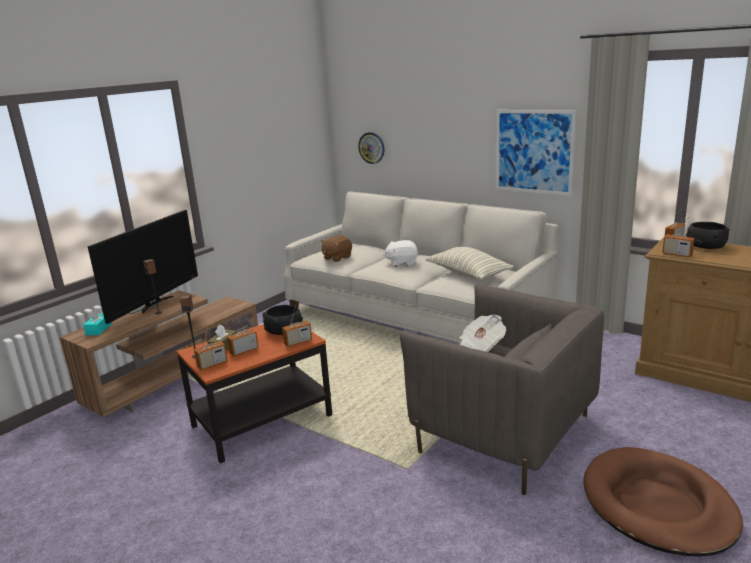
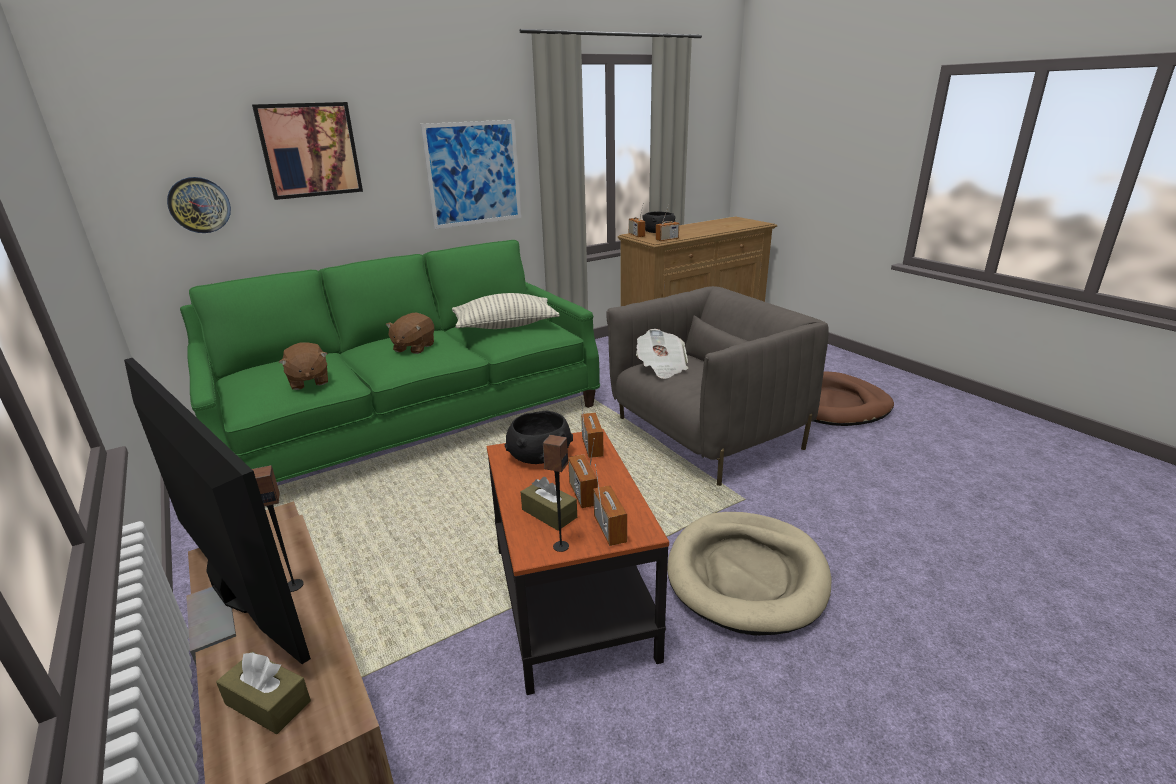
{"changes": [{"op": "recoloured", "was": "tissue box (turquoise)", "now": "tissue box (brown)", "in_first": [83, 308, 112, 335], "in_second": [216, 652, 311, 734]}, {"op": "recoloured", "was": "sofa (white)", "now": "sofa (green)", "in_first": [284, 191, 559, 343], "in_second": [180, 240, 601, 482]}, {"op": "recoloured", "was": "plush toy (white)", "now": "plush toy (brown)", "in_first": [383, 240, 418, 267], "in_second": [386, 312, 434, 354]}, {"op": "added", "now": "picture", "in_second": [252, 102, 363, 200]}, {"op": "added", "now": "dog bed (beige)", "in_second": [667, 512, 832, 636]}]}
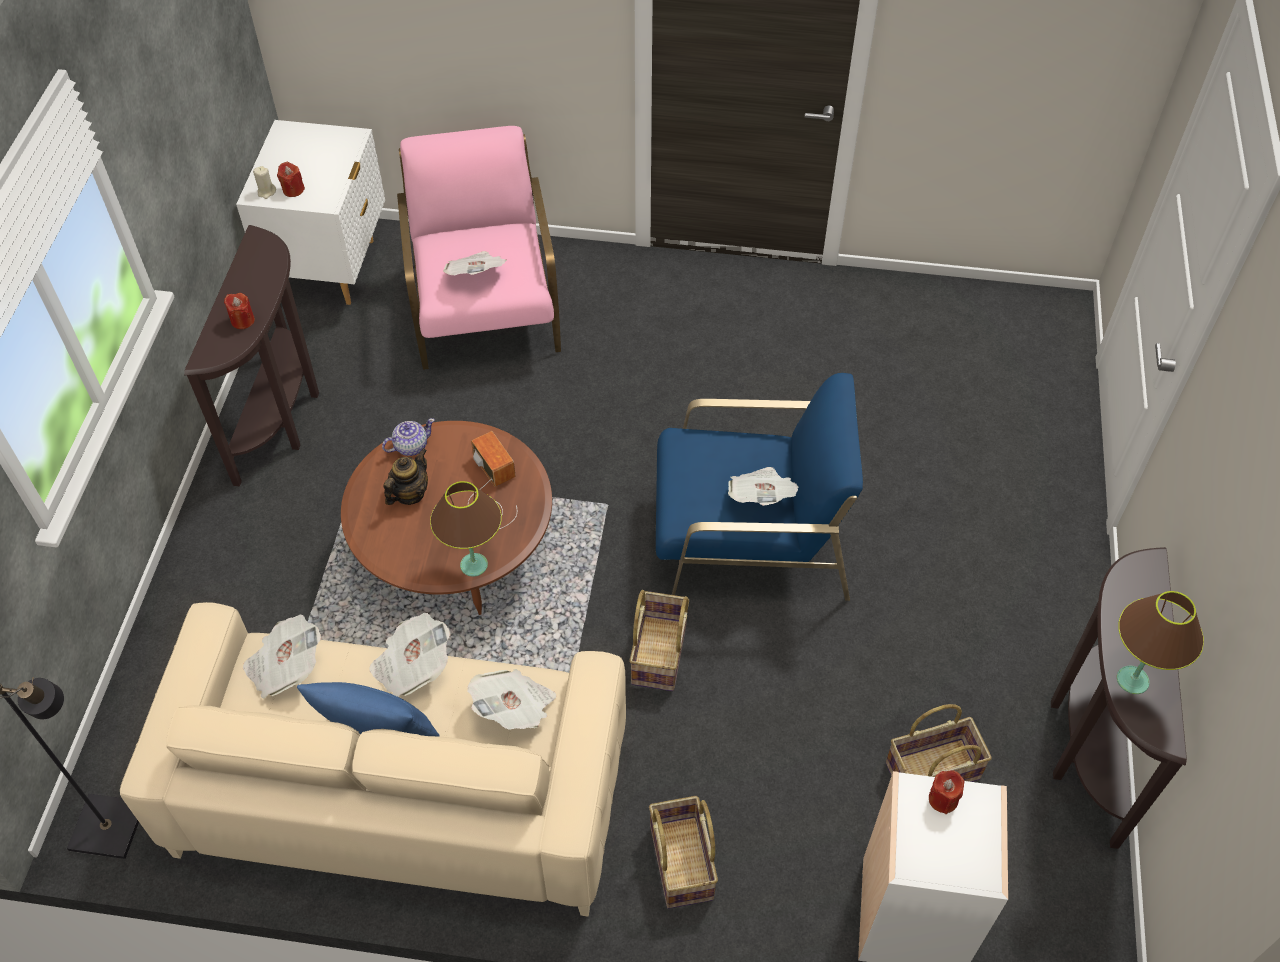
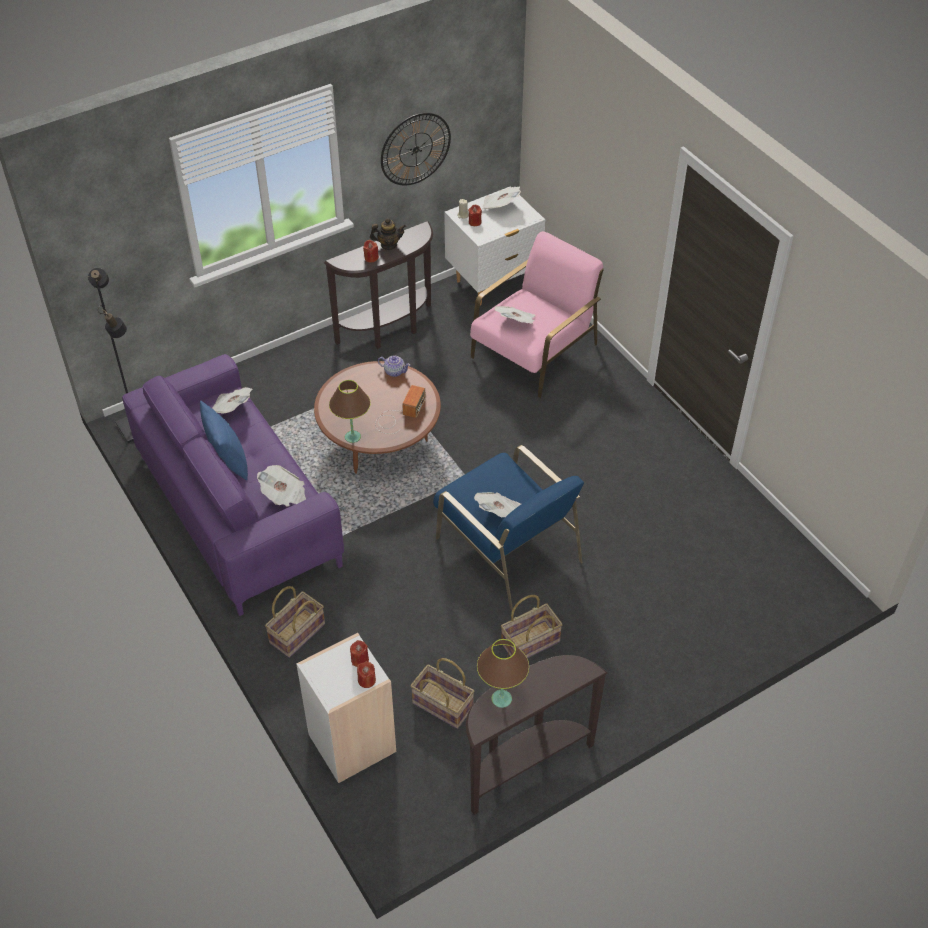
{"changes": [{"op": "recoloured", "was": "sofa (beige)", "now": "sofa (purple)", "in_first": [120, 602, 626, 917], "in_second": [122, 354, 344, 616]}, {"op": "moved", "was": "newspaper", "in_first": [370, 613, 451, 697], "in_second": [482, 187, 521, 209]}, {"op": "moved", "was": "teapot", "in_first": [383, 449, 428, 505], "in_second": [370, 218, 406, 250]}, {"op": "moved", "was": "basket", "in_first": [629, 590, 689, 691], "in_second": [501, 595, 563, 658]}, {"op": "added", "now": "candle (red)", "in_second": [357, 661, 376, 688]}, {"op": "added", "now": "wall clock", "in_second": [381, 113, 451, 185]}]}
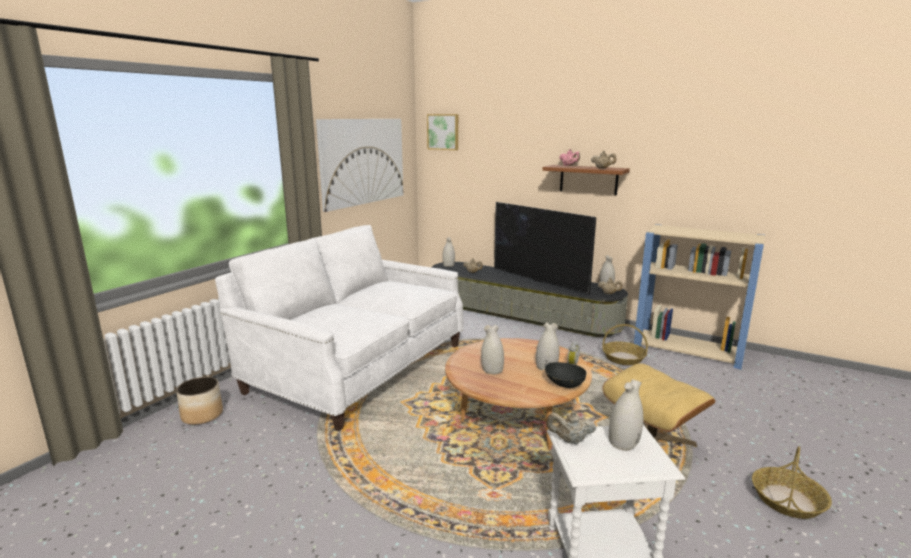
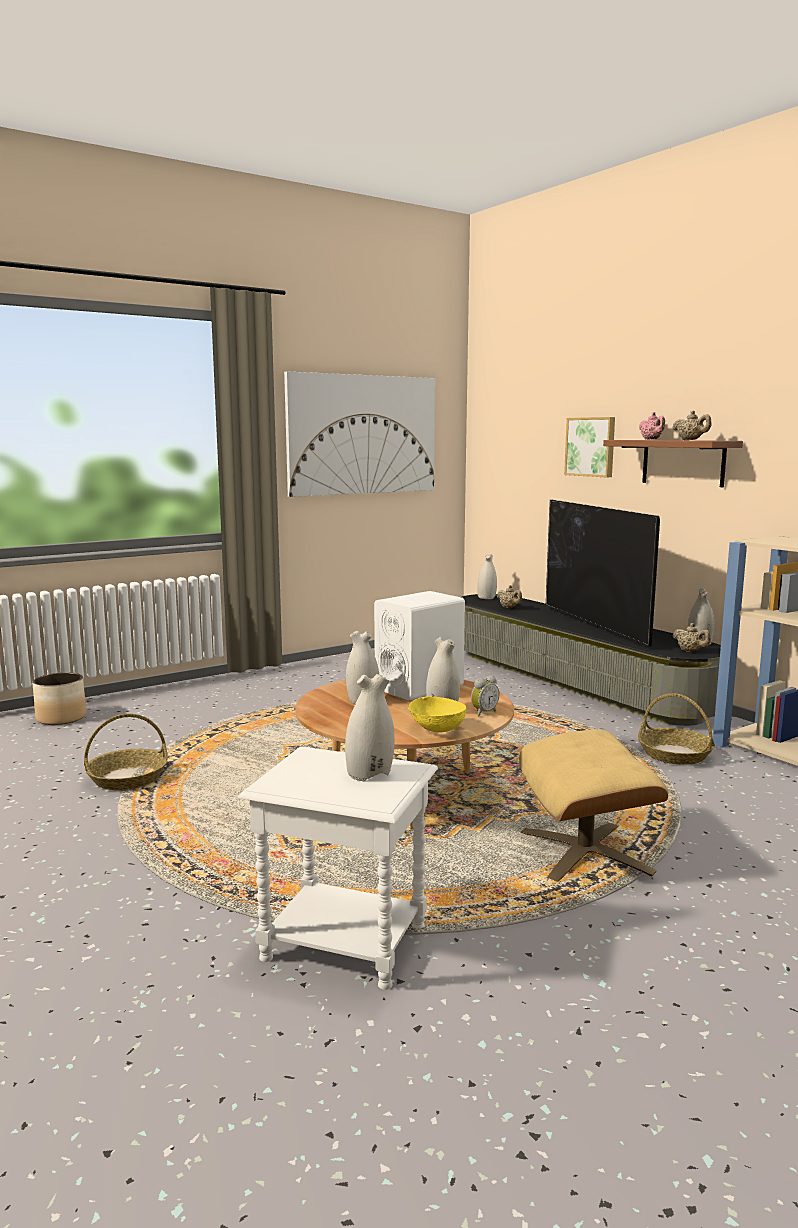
{"changes": [{"op": "removed", "was": "sofa (white)", "in_first": [215, 225, 464, 431]}, {"op": "moved", "was": "picture", "in_first": [427, 114, 458, 150], "in_second": [564, 417, 615, 477]}, {"op": "recoloured", "was": "bowl (black)", "now": "bowl (yellow)", "in_first": [545, 362, 586, 388], "in_second": [408, 697, 466, 732]}, {"op": "removed", "was": "teapot (beige)", "in_first": [546, 411, 596, 444]}, {"op": "moved", "was": "basket", "in_first": [752, 446, 832, 519], "in_second": [84, 714, 168, 790]}, {"op": "added", "now": "speaker (white)", "in_second": [374, 591, 465, 701]}]}
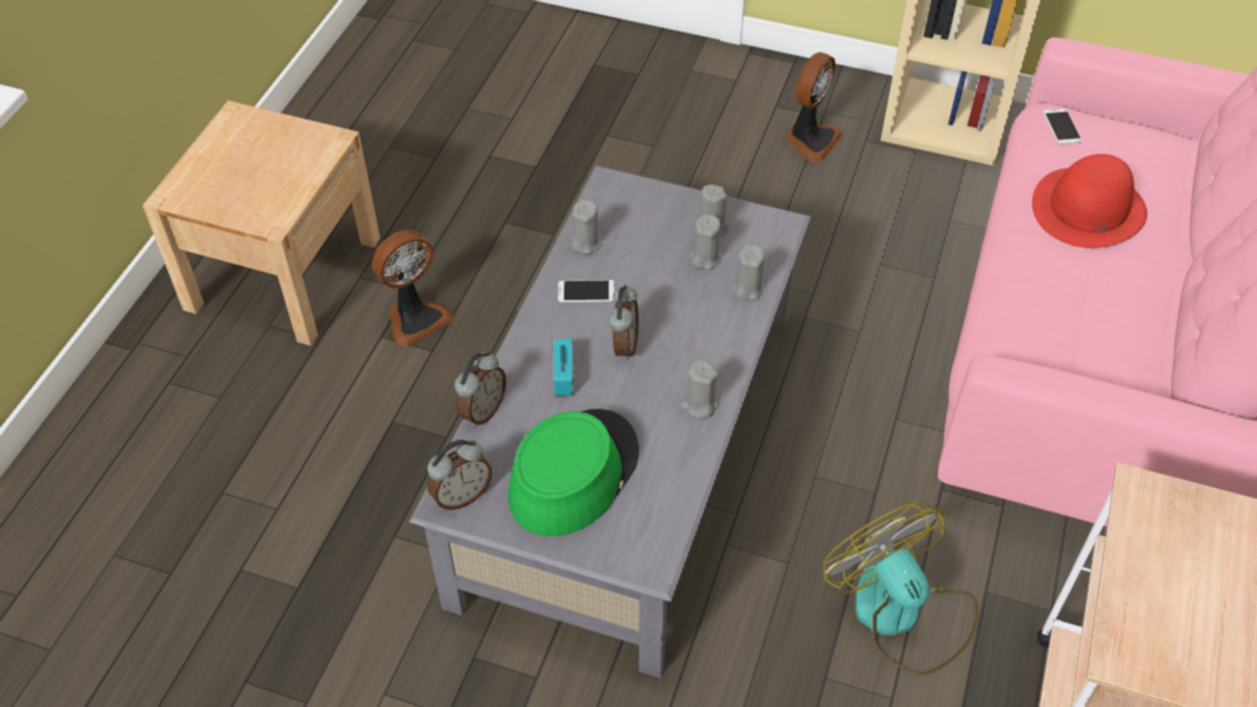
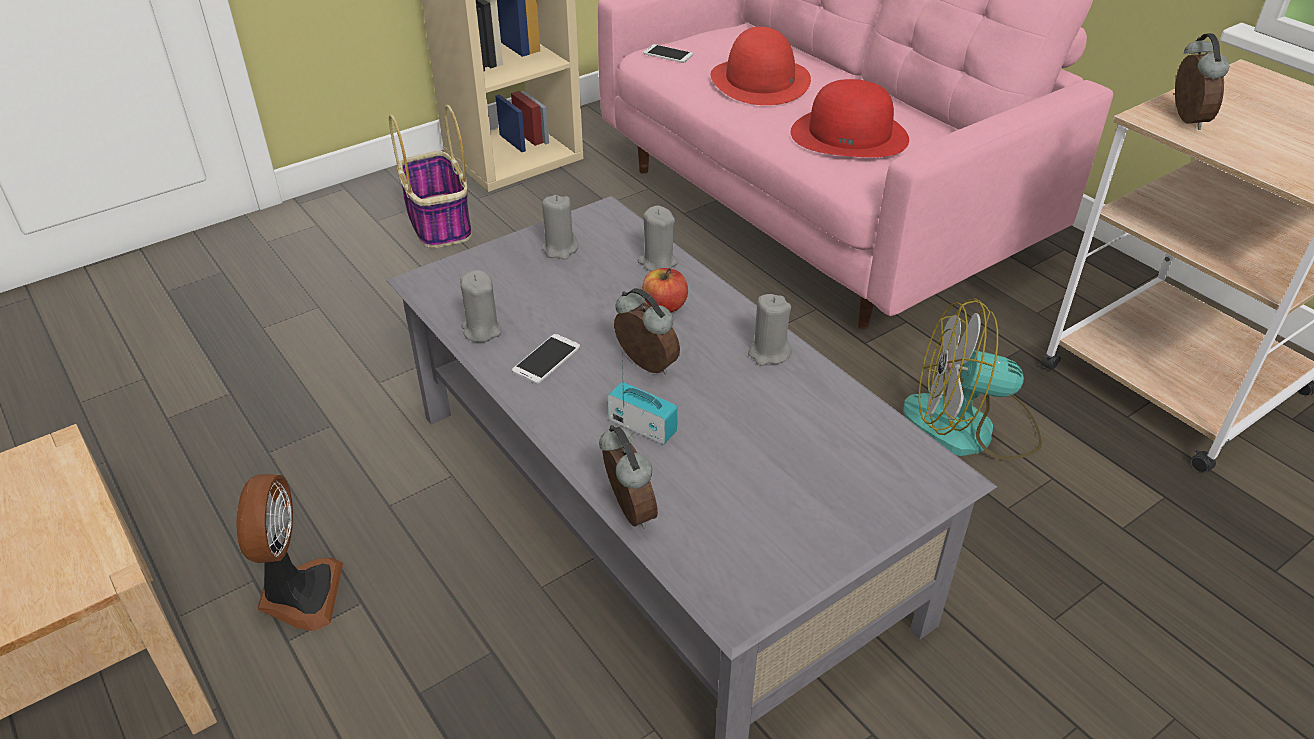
{"changes": [{"op": "moved", "was": "alarm clock", "in_first": [427, 440, 492, 510], "in_second": [1175, 33, 1229, 130]}, {"op": "removed", "was": "hat (green)", "in_first": [508, 409, 639, 536]}, {"op": "removed", "was": "candle (grey)", "in_first": [690, 215, 722, 270]}, {"op": "replaced", "was": "fan", "now": "basket", "in_first": [785, 52, 843, 162], "in_second": [389, 105, 472, 248]}, {"op": "added", "now": "apple", "in_second": [642, 268, 688, 312]}, {"op": "added", "now": "hat (red)", "in_second": [791, 79, 909, 157]}]}
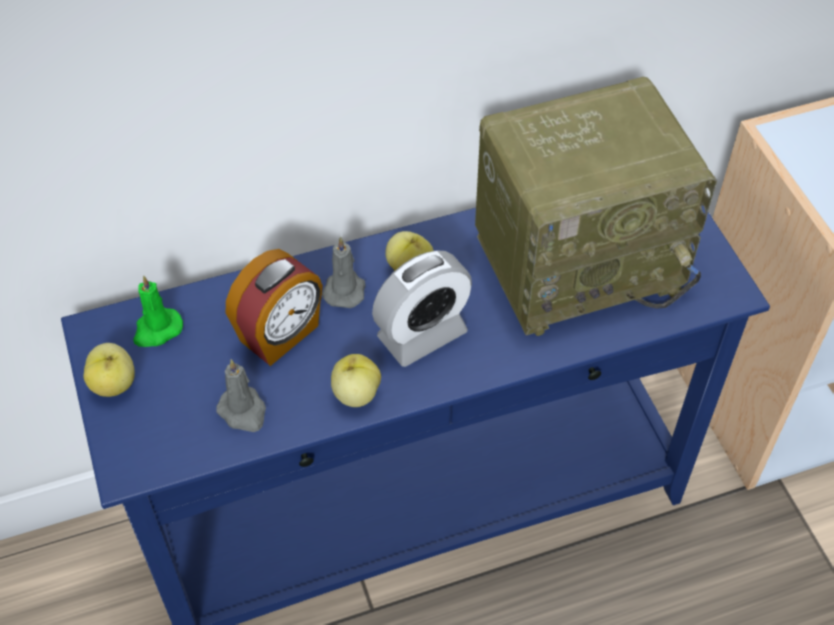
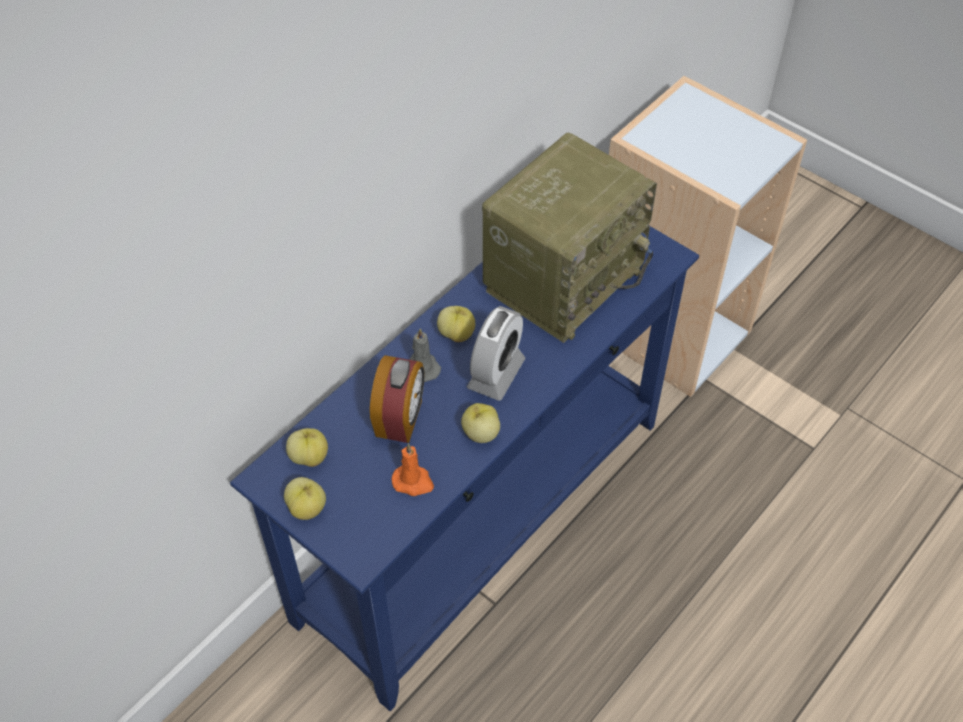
{"changes": [{"op": "replaced", "was": "candle (green)", "now": "apple", "in_first": [133, 275, 183, 347], "in_second": [286, 428, 328, 467]}, {"op": "recoloured", "was": "candle (grey)", "now": "candle (orange)", "in_first": [216, 359, 266, 432], "in_second": [392, 443, 434, 496]}]}
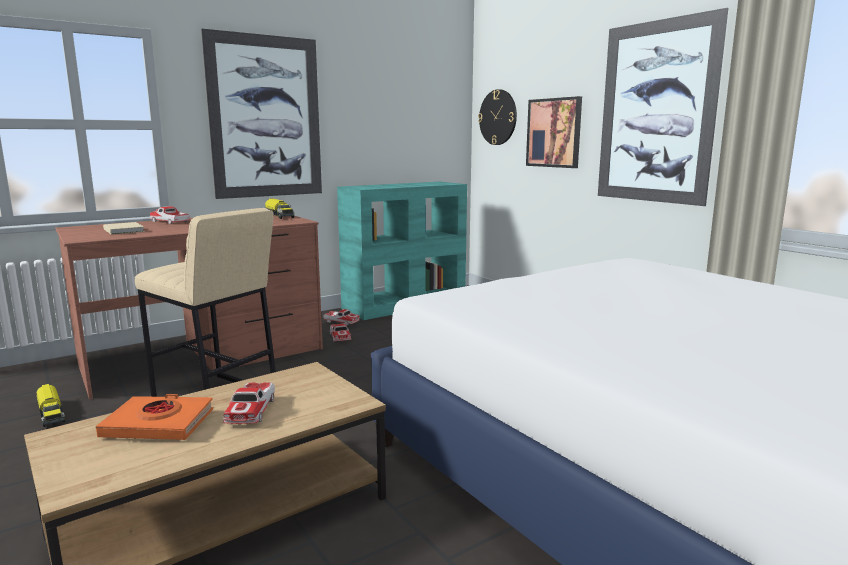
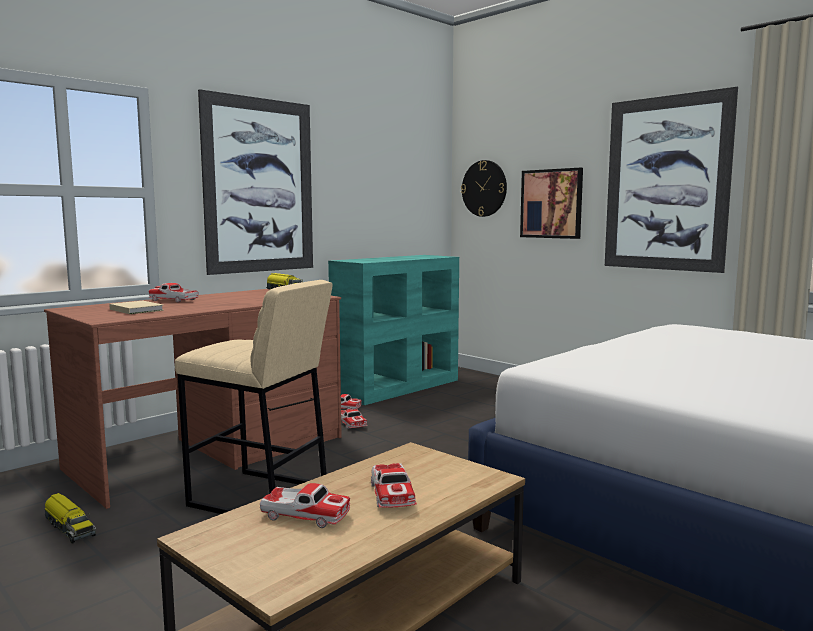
{"changes": [{"op": "replaced", "was": "book (orange)", "now": "toy car", "in_first": [96, 394, 213, 440], "in_second": [259, 483, 350, 528]}]}
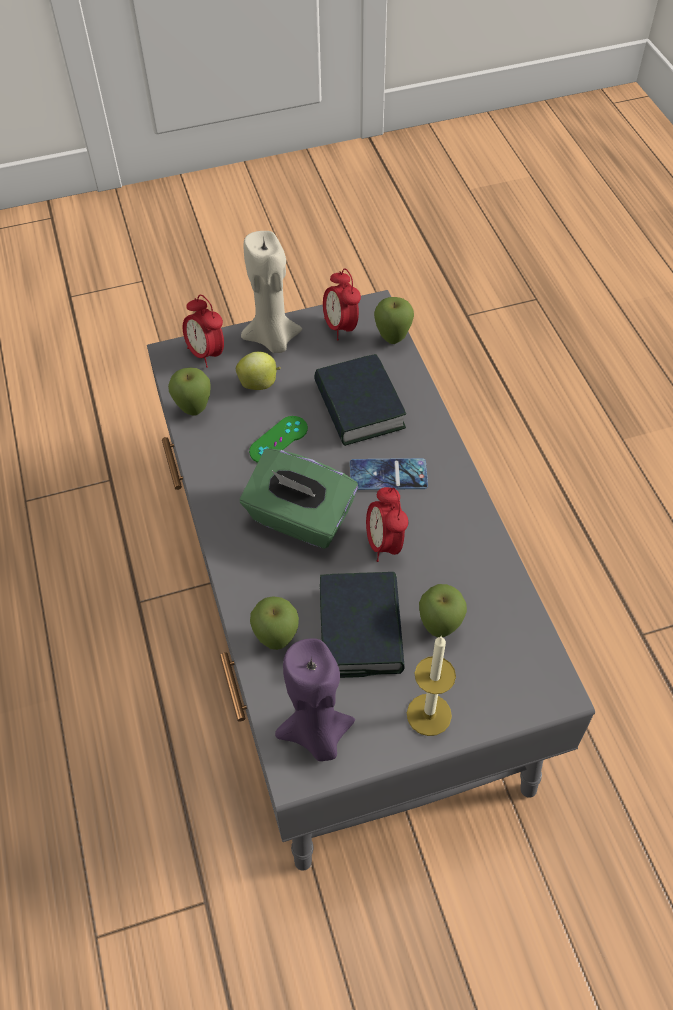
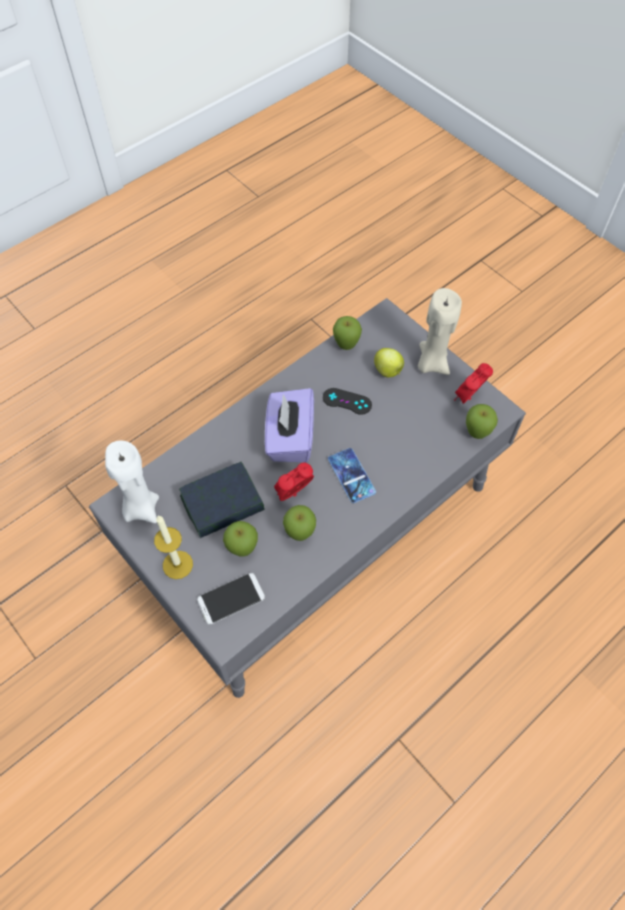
{"changes": [{"op": "removed", "was": "alarm clock", "in_first": [183, 295, 224, 368]}, {"op": "recoloured", "was": "tissue box (green)", "now": "tissue box (purple)", "in_first": [240, 448, 358, 549], "in_second": [265, 388, 314, 462]}, {"op": "recoloured", "was": "game controller (green)", "now": "game controller (black)", "in_first": [249, 416, 308, 463], "in_second": [323, 388, 372, 415]}, {"op": "moved", "was": "apple", "in_first": [250, 596, 299, 650], "in_second": [283, 505, 316, 541]}, {"op": "recoloured", "was": "candle (purple)", "now": "candle (white)", "in_first": [275, 638, 355, 761], "in_second": [105, 440, 159, 523]}, {"op": "removed", "was": "book", "in_first": [314, 354, 406, 446]}, {"op": "added", "now": "phone", "in_second": [197, 573, 265, 625]}]}
